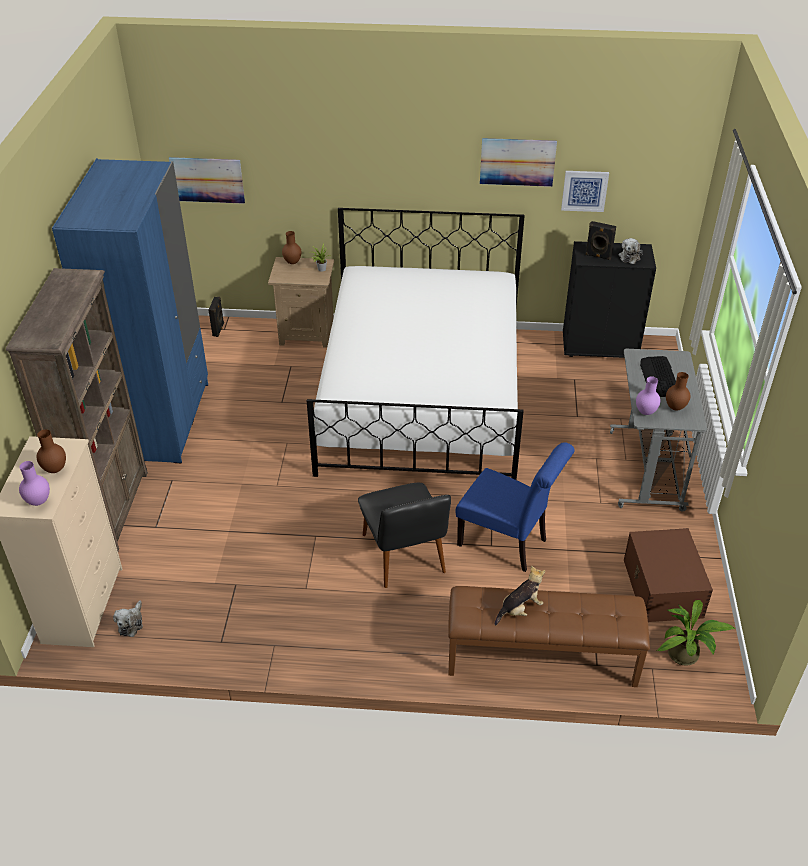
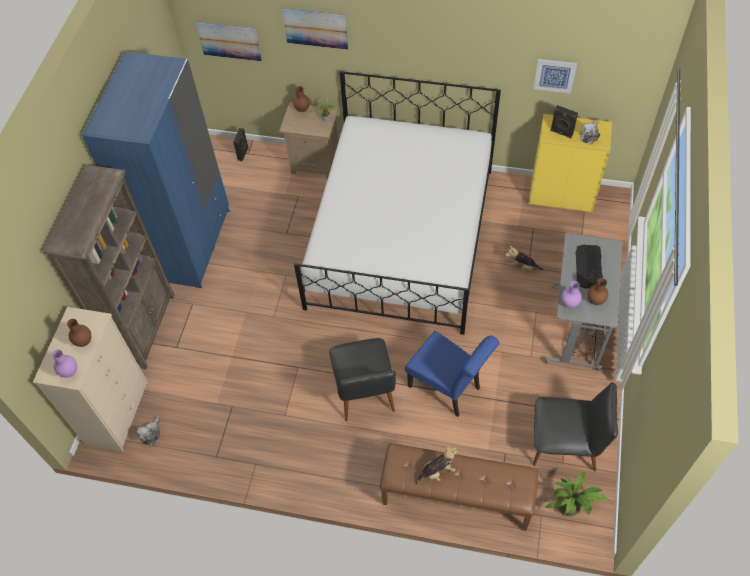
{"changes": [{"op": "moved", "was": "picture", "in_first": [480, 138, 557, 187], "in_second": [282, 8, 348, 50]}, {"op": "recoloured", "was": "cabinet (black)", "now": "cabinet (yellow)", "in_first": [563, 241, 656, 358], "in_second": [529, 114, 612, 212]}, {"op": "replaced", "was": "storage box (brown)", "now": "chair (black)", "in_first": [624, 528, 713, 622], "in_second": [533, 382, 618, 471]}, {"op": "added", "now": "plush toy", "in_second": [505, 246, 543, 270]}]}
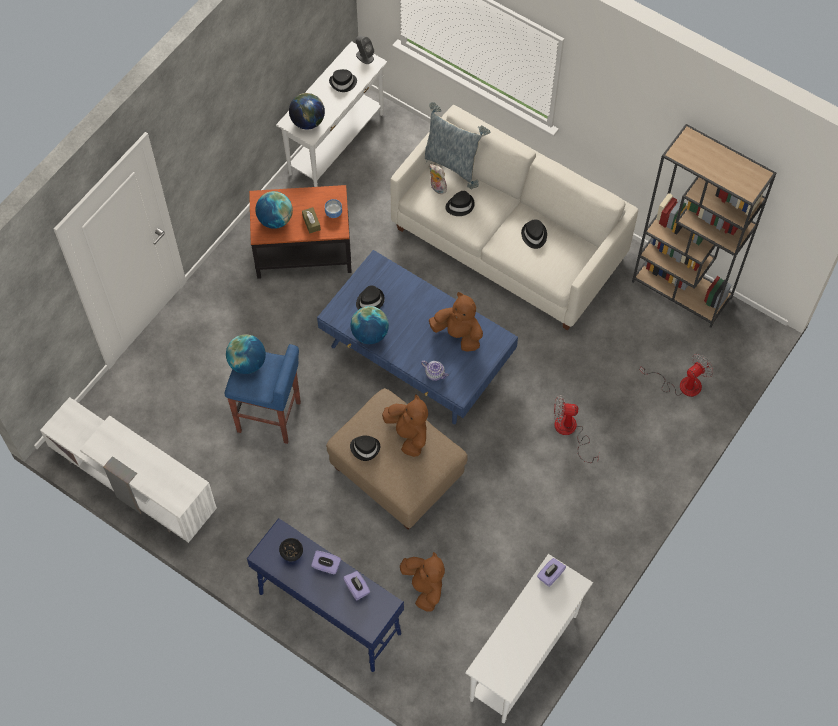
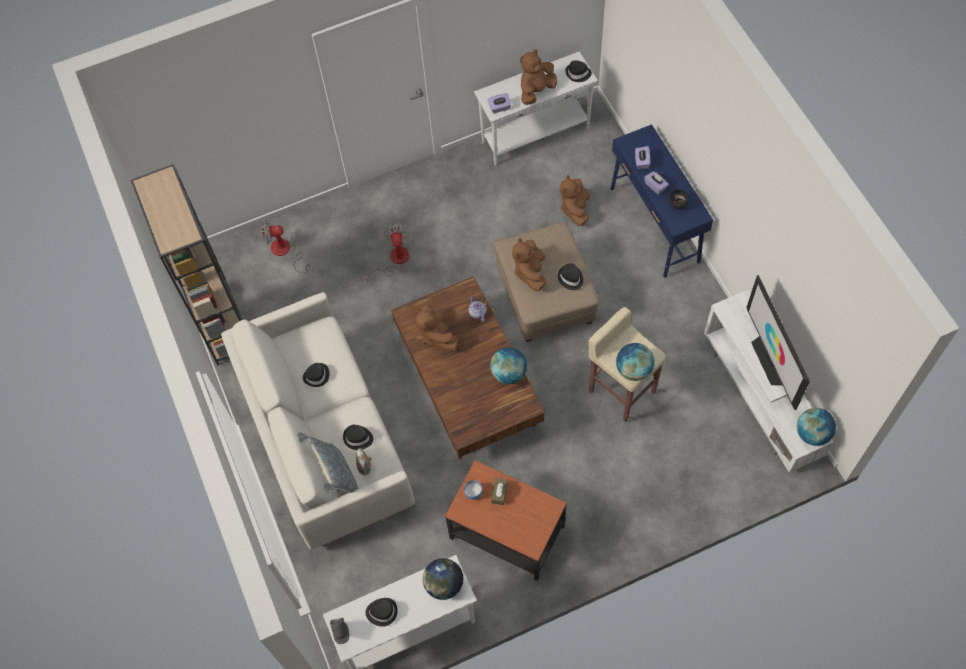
{"changes": [{"op": "recoloured", "was": "stool (blue)", "now": "stool (beige)", "in_first": [225, 344, 301, 444], "in_second": [588, 307, 666, 422]}, {"op": "moved", "was": "globe", "in_first": [255, 191, 293, 229], "in_second": [797, 408, 836, 446]}, {"op": "recoloured", "was": "coffee table (blue)", "now": "coffee table (brown)", "in_first": [317, 250, 518, 424], "in_second": [391, 276, 544, 459]}, {"op": "moved", "was": "hat (black)", "in_first": [356, 285, 385, 310], "in_second": [565, 60, 592, 82]}, {"op": "turned", "was": "fan", "in_first": [554, 395, 599, 463], "in_second": [364, 224, 410, 281], "clockwise": -135}, {"op": "added", "now": "plush toy (brown)", "in_second": [520, 49, 557, 105]}, {"op": "added", "now": "television", "in_second": [746, 275, 810, 410]}]}
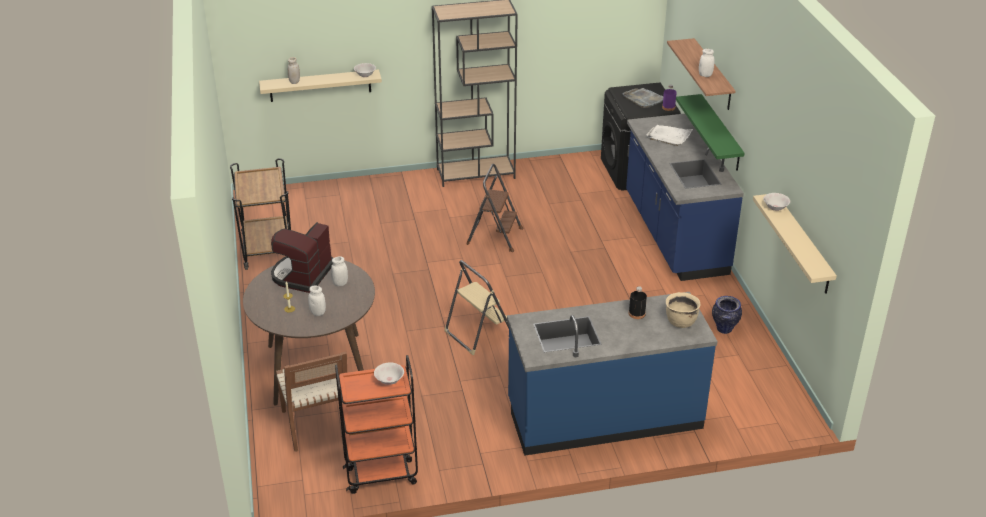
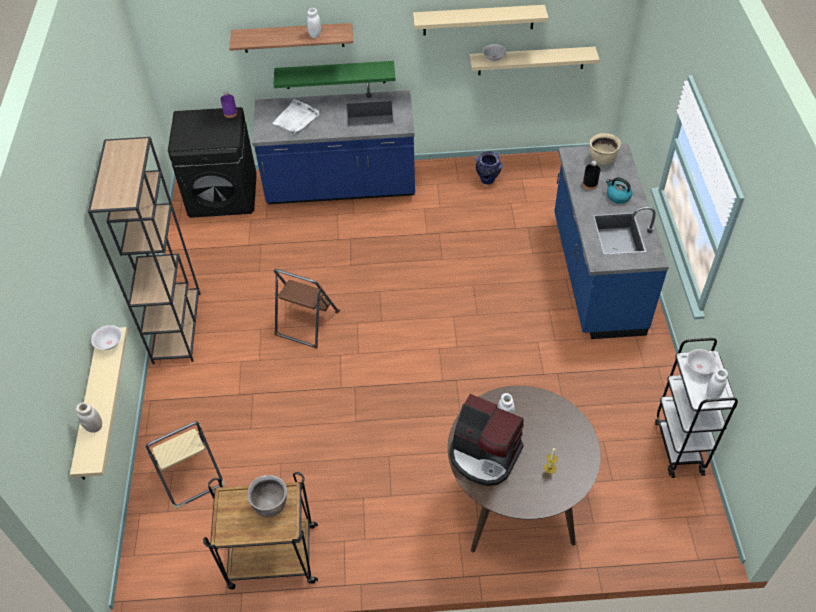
{"changes": [{"op": "removed", "was": "chair", "in_first": [276, 351, 347, 452]}, {"op": "moved", "was": "jar (white)", "in_first": [308, 285, 326, 316], "in_second": [707, 368, 728, 399]}, {"op": "recoloured", "was": "cart (orange)", "now": "cart (white)", "in_first": [335, 355, 418, 494], "in_second": [655, 338, 738, 478]}, {"op": "moved", "was": "step ladder (beige)", "in_first": [444, 260, 509, 355], "in_second": [146, 421, 225, 509]}, {"op": "removed", "was": "tray (grey)", "in_first": [622, 88, 663, 108]}, {"op": "added", "now": "cooking pot (brown)", "in_second": [247, 475, 287, 517]}, {"op": "added", "now": "shelf (beige)", "in_second": [413, 5, 548, 36]}, {"op": "added", "now": "kettle", "in_second": [606, 177, 632, 204]}]}
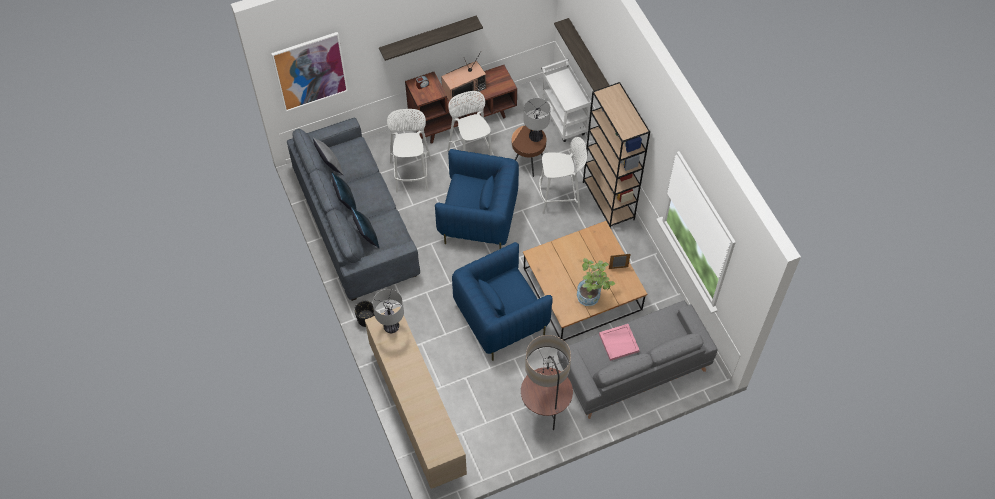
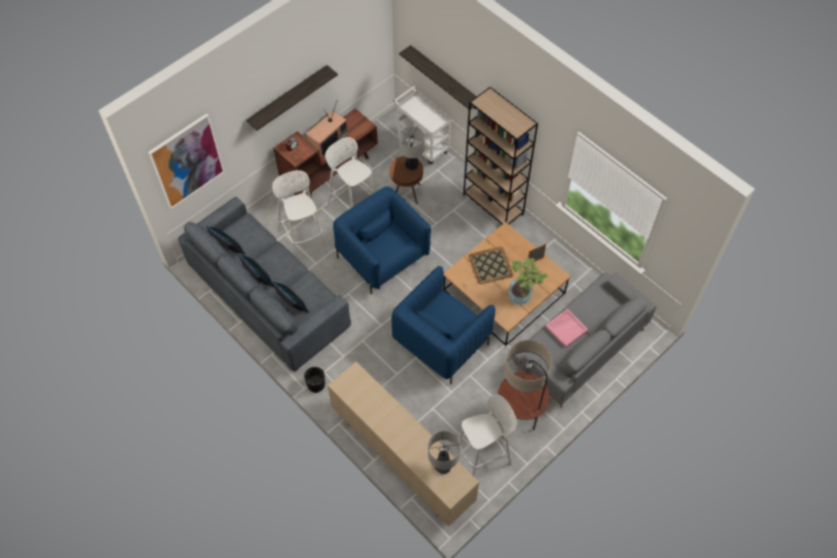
{"changes": [{"op": "recoloured", "was": "pillow (grey)", "now": "pillow (blue)", "in_first": [313, 137, 344, 175], "in_second": [206, 226, 245, 254]}, {"op": "moved", "was": "table lamp", "in_first": [373, 289, 404, 333], "in_second": [428, 431, 461, 474]}, {"op": "turned", "was": "armchair (blue)", "in_first": [435, 149, 519, 249], "in_second": [333, 186, 431, 294], "clockwise": -120}, {"op": "moved", "was": "stool (white)", "in_first": [539, 137, 587, 215], "in_second": [456, 394, 517, 476]}, {"op": "added", "now": "tray", "in_second": [469, 247, 513, 284]}]}
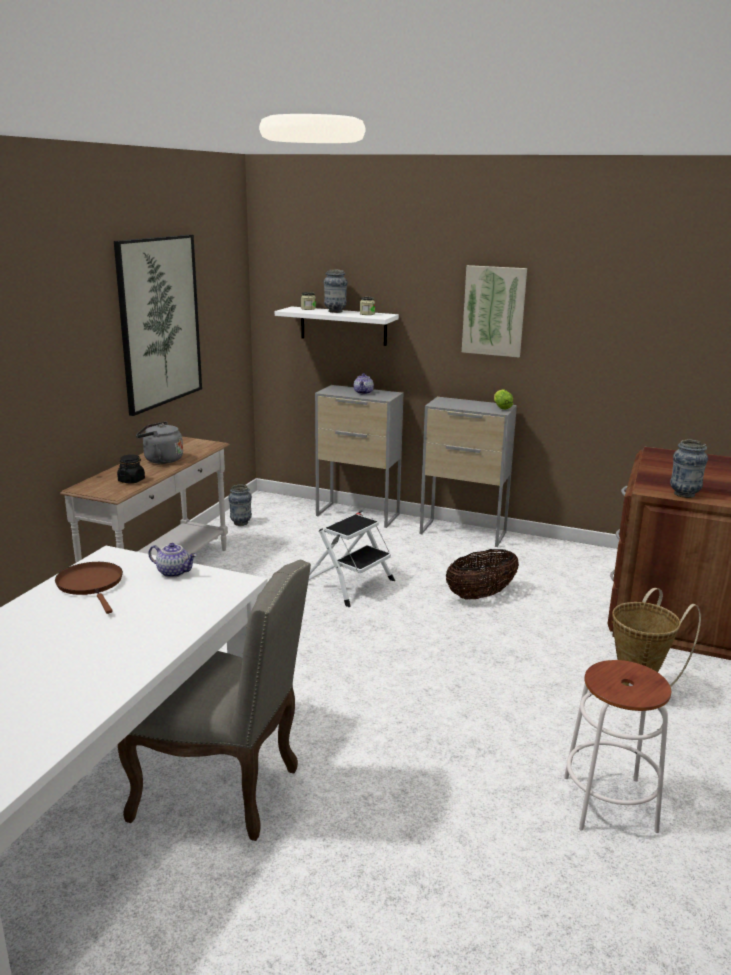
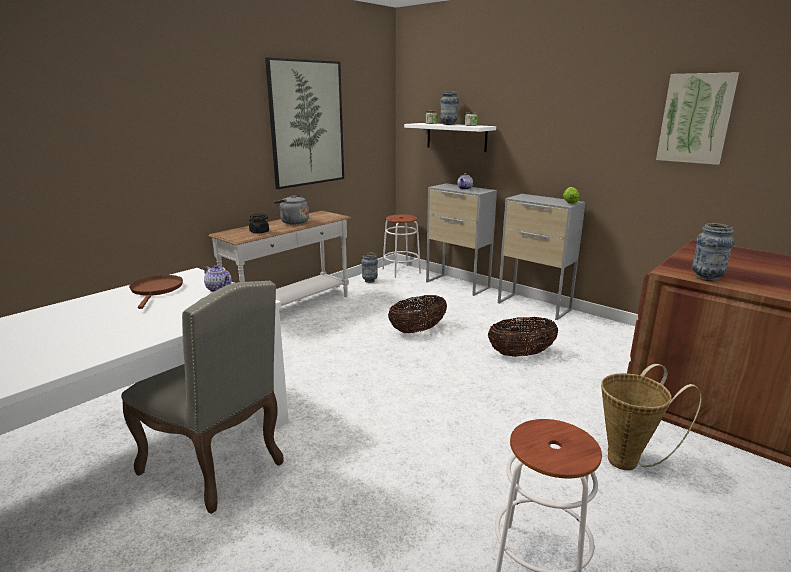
{"changes": [{"op": "replaced", "was": "step ladder", "now": "basket", "in_first": [309, 511, 395, 607], "in_second": [388, 295, 447, 333]}, {"op": "moved", "was": "picture", "in_first": [462, 265, 527, 357], "in_second": [656, 72, 739, 165]}, {"op": "added", "now": "stool (white)", "in_second": [382, 214, 421, 278]}]}
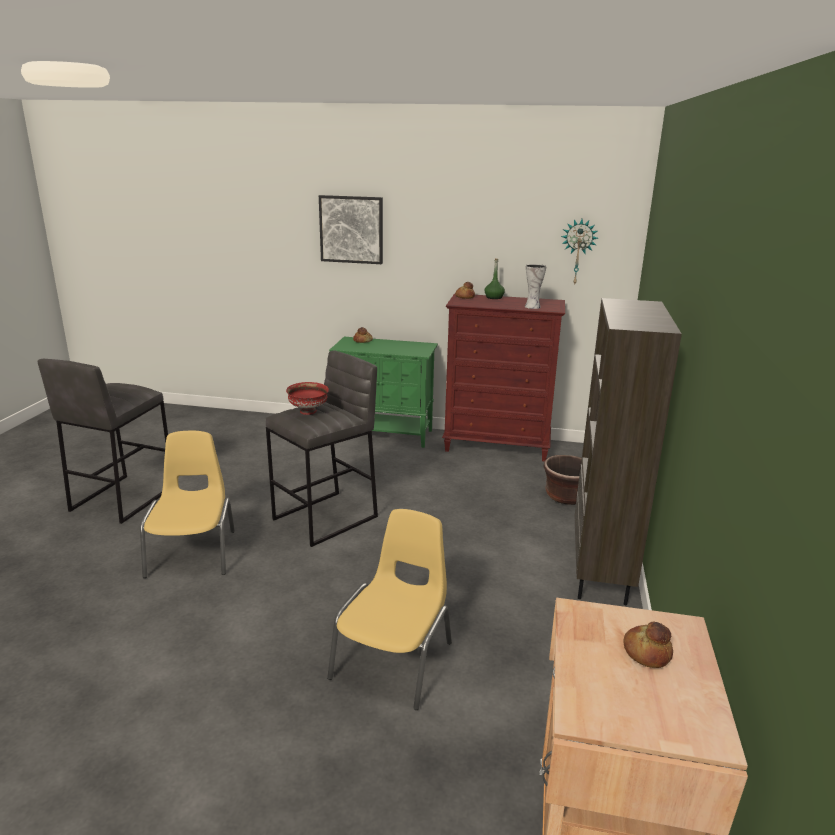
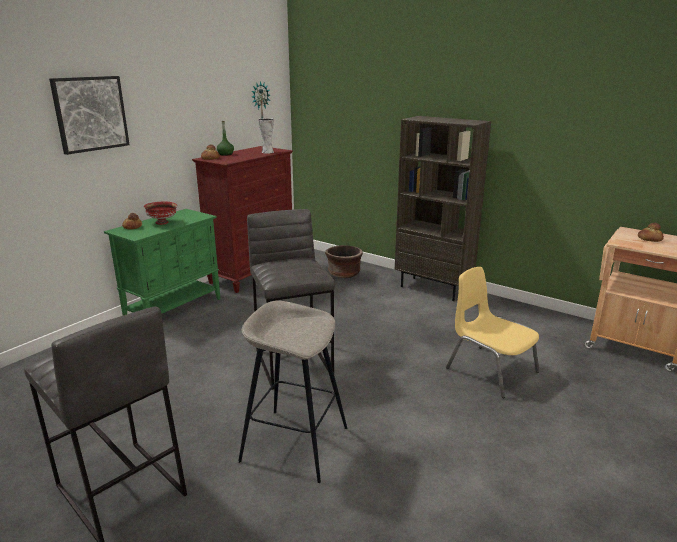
{"changes": [{"op": "replaced", "was": "chair (yellow)", "now": "stool (grey)", "in_first": [140, 431, 235, 578], "in_second": [238, 301, 347, 483]}, {"op": "moved", "was": "bowl (red)", "in_first": [286, 382, 329, 415], "in_second": [144, 202, 177, 225]}]}
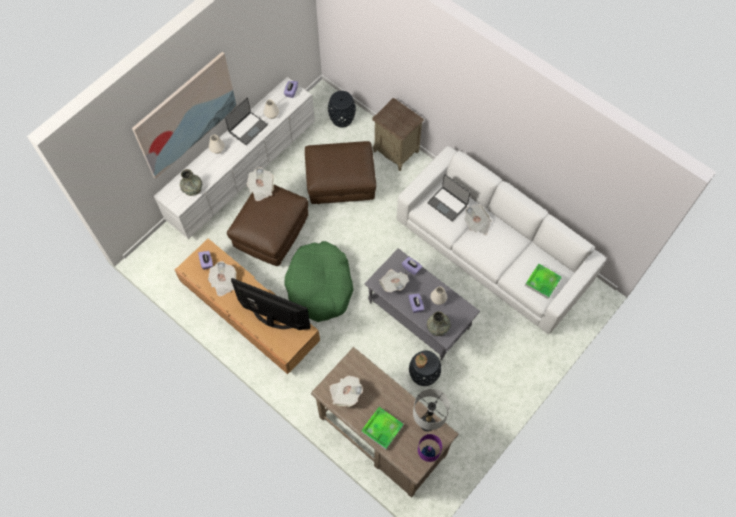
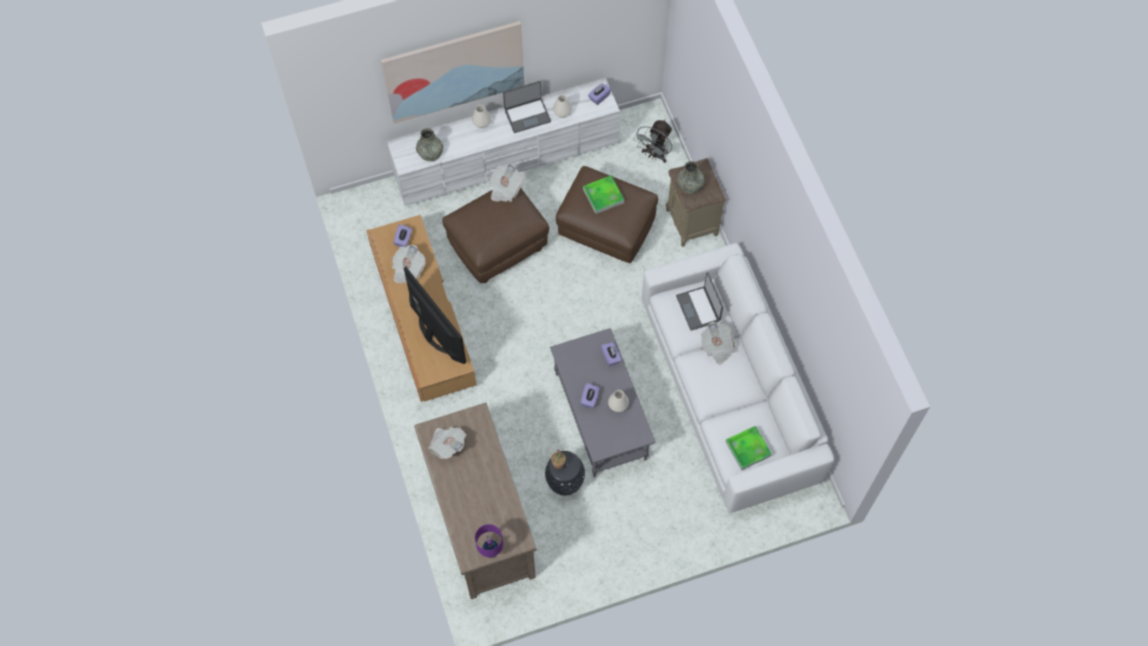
{"changes": [{"op": "removed", "was": "dog bed (green)", "in_first": [285, 241, 353, 322]}, {"op": "replaced", "was": "stool (black)", "now": "fan (grey)", "in_first": [328, 91, 356, 128], "in_second": [633, 120, 672, 163]}, {"op": "moved", "was": "tray", "in_first": [361, 407, 404, 450], "in_second": [583, 175, 624, 214]}, {"op": "removed", "was": "newspaper", "in_first": [379, 269, 409, 292]}, {"op": "removed", "was": "table lamp (grey)", "in_first": [413, 388, 450, 432]}, {"op": "moved", "was": "vase (grey)", "in_first": [427, 311, 451, 336], "in_second": [677, 161, 705, 194]}]}
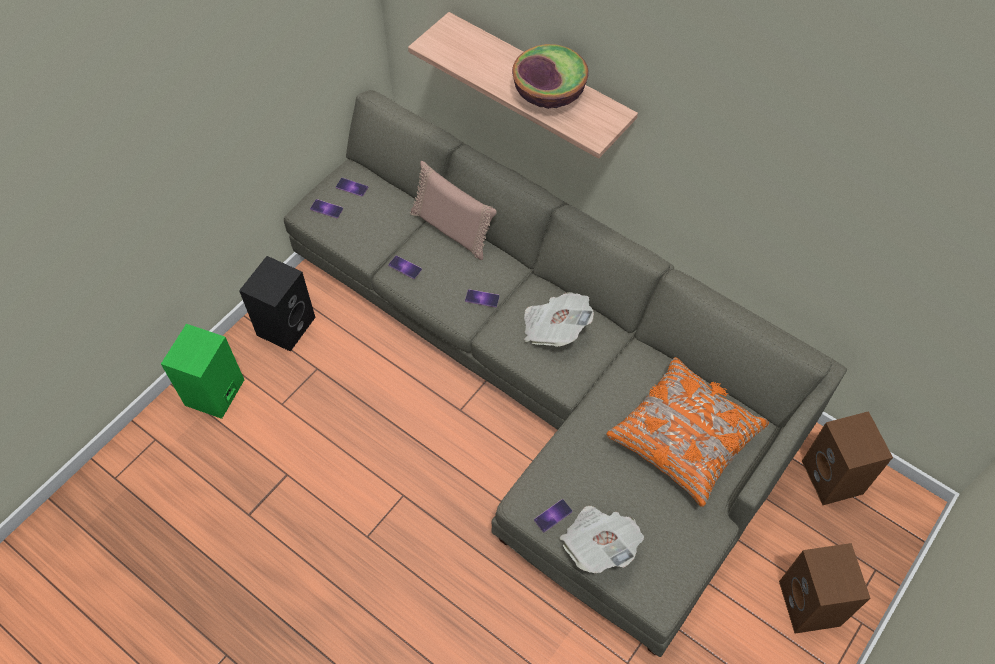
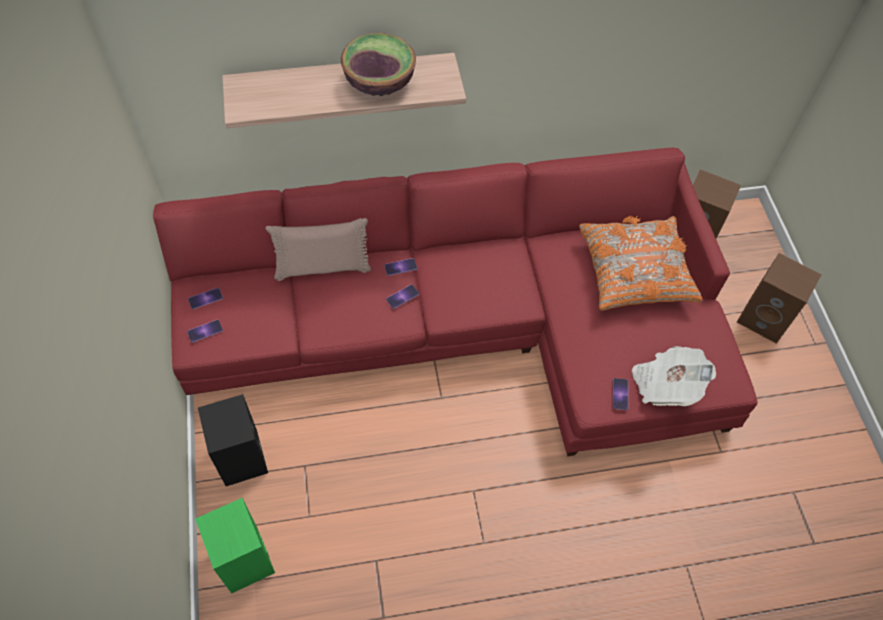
{"changes": [{"op": "recoloured", "was": "sofa (grey)", "now": "sofa (red)", "in_first": [284, 90, 847, 657], "in_second": [153, 148, 758, 456]}, {"op": "moved", "was": "phone", "in_first": [388, 256, 422, 279], "in_second": [384, 258, 417, 276]}, {"op": "removed", "was": "newspaper", "in_first": [524, 292, 594, 347]}]}
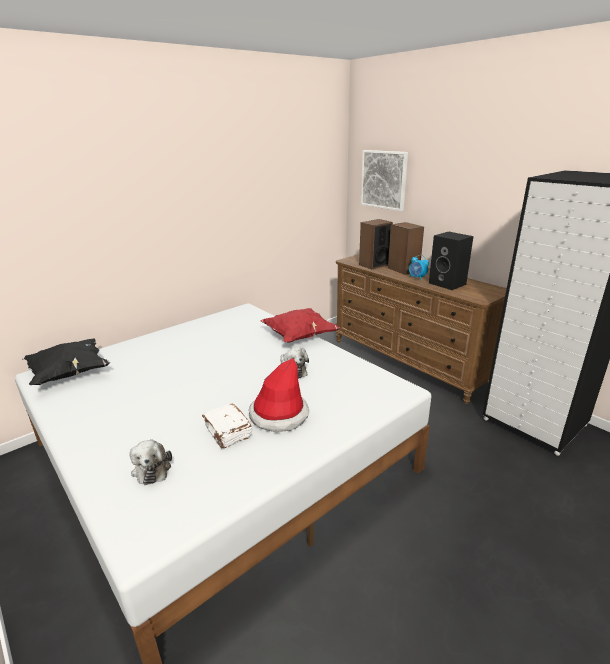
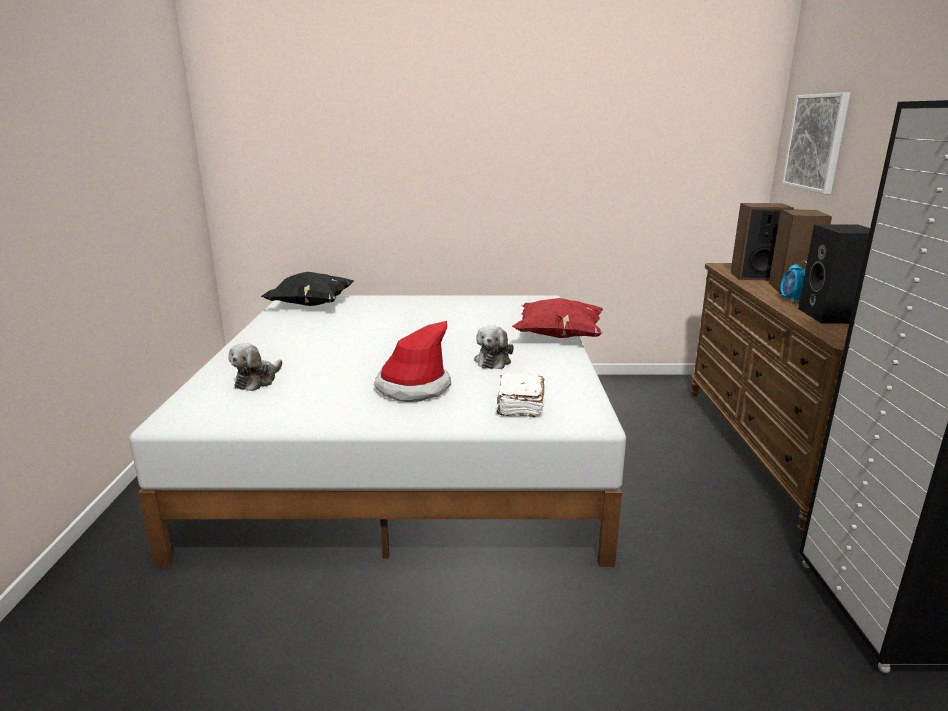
{"changes": [{"op": "moved", "was": "book (white)", "in_first": [202, 403, 253, 448], "in_second": [497, 373, 545, 418]}]}
